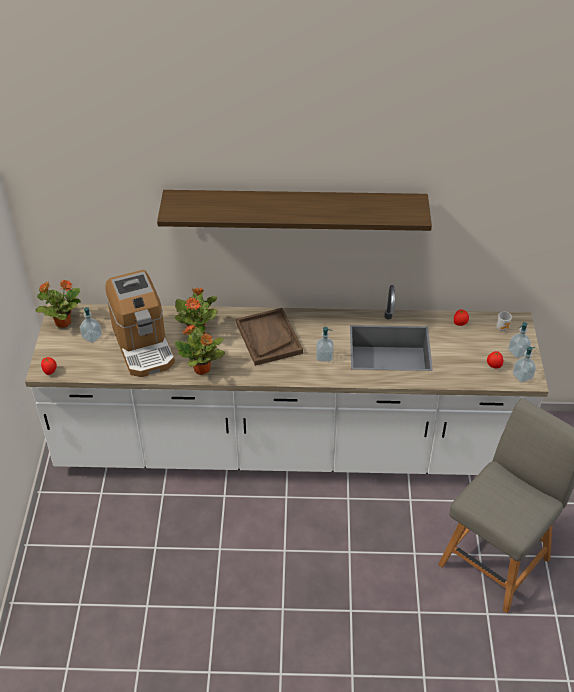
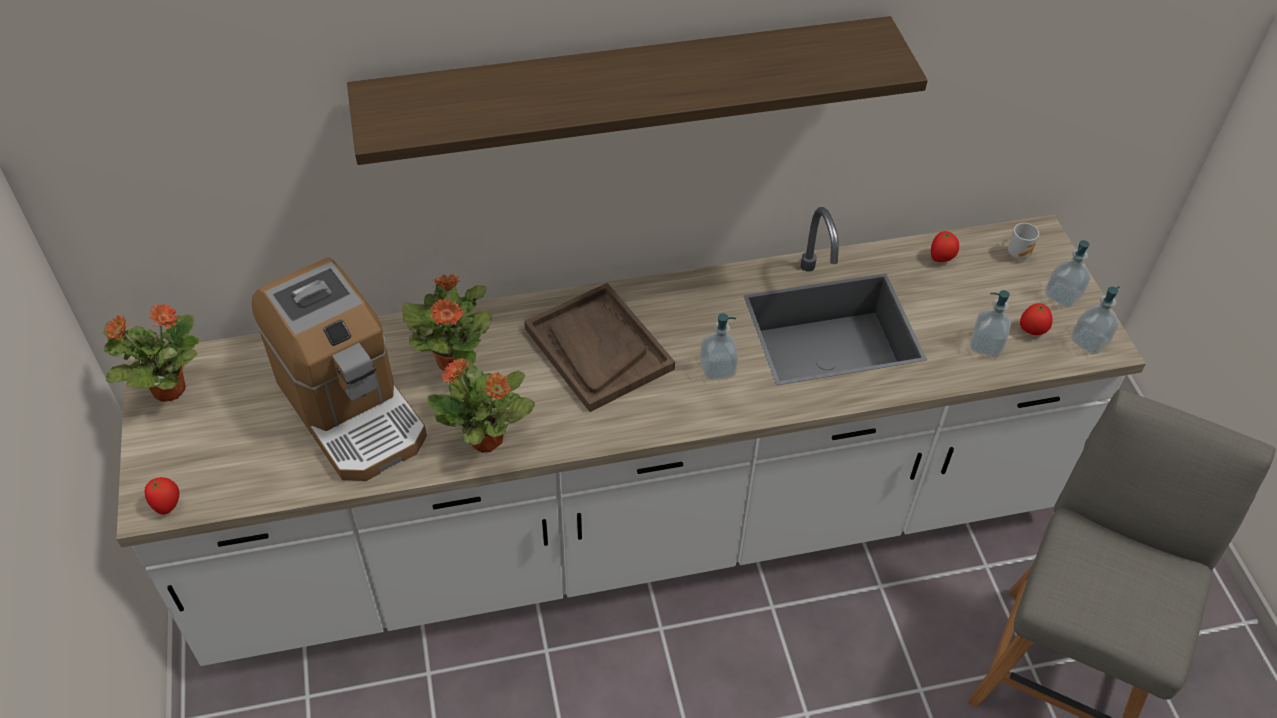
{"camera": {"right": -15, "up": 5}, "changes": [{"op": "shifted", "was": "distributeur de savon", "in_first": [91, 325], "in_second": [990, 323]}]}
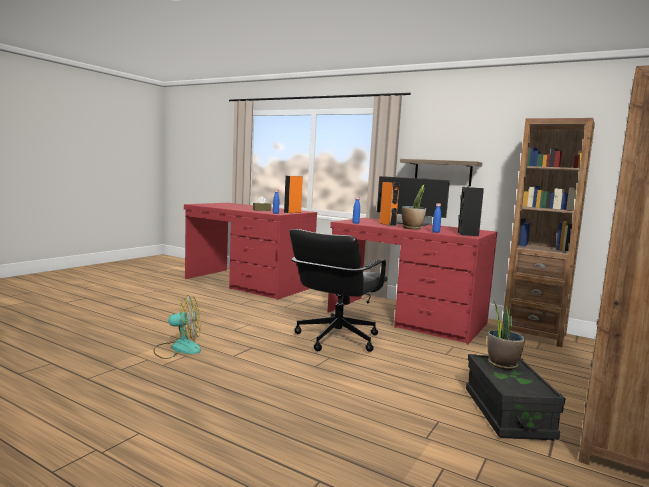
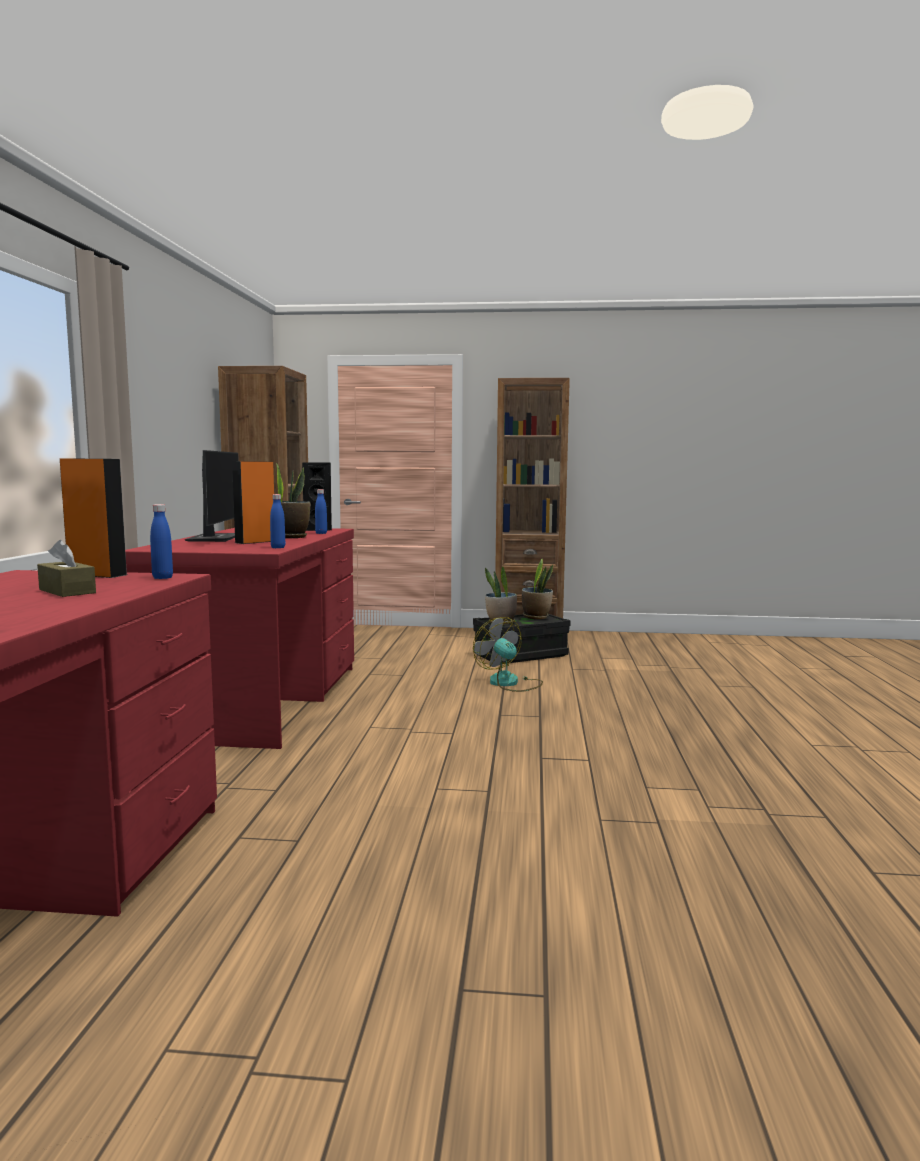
{"camera": {"right": -115, "up": 0}, "changes": [{"op": "gone", "was": "chaise de bureau (noir)", "in_first": [338, 290]}, {"op": "gone", "was": "étagère", "in_first": [441, 173]}, {"op": "new", "now": "plante en pot", "in_second": [537, 589]}, {"op": "shifted", "was": "ventilateur", "in_first": [177, 327], "in_second": [508, 654]}]}
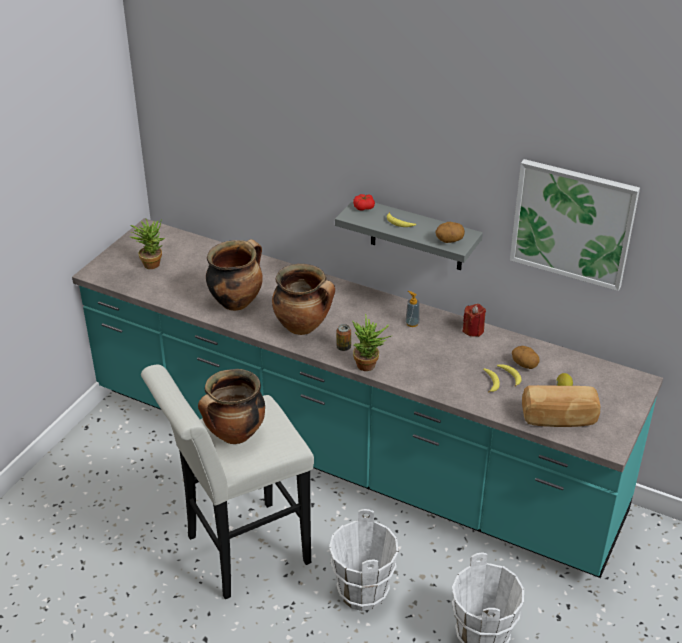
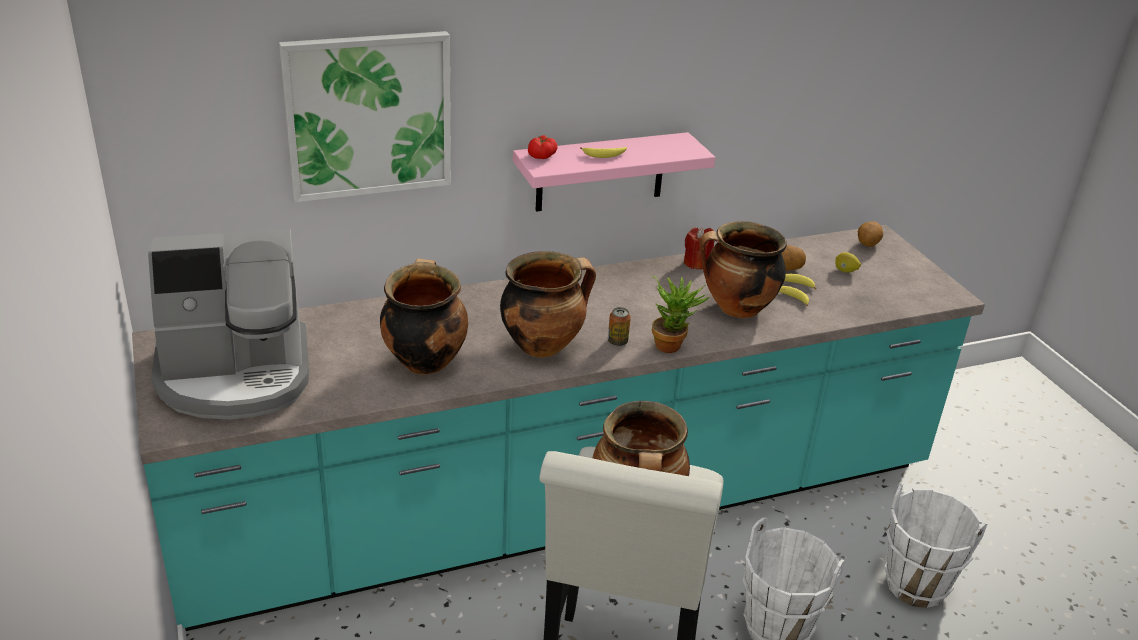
{"camera": {"right": -50, "up": -5}, "changes": [{"op": "gone", "was": "distributeur de savon", "in_first": [412, 309]}, {"op": "gone", "was": "pain", "in_first": [561, 406]}, {"op": "new", "now": "marmite", "in_second": [743, 269]}, {"op": "shifted", "was": "pomme de terre", "in_first": [450, 232], "in_second": [870, 234]}, {"op": "shifted", "was": "tableau", "in_first": [575, 225], "in_second": [365, 116]}, {"op": "swapped", "was": "plante en pot", "now": "machine à café", "in_first": [147, 244], "in_second": [228, 324]}, {"op": "repainted", "was": "étagère (gris)", "now": "étagère (rose)", "in_first": [409, 235], "in_second": [614, 172]}]}
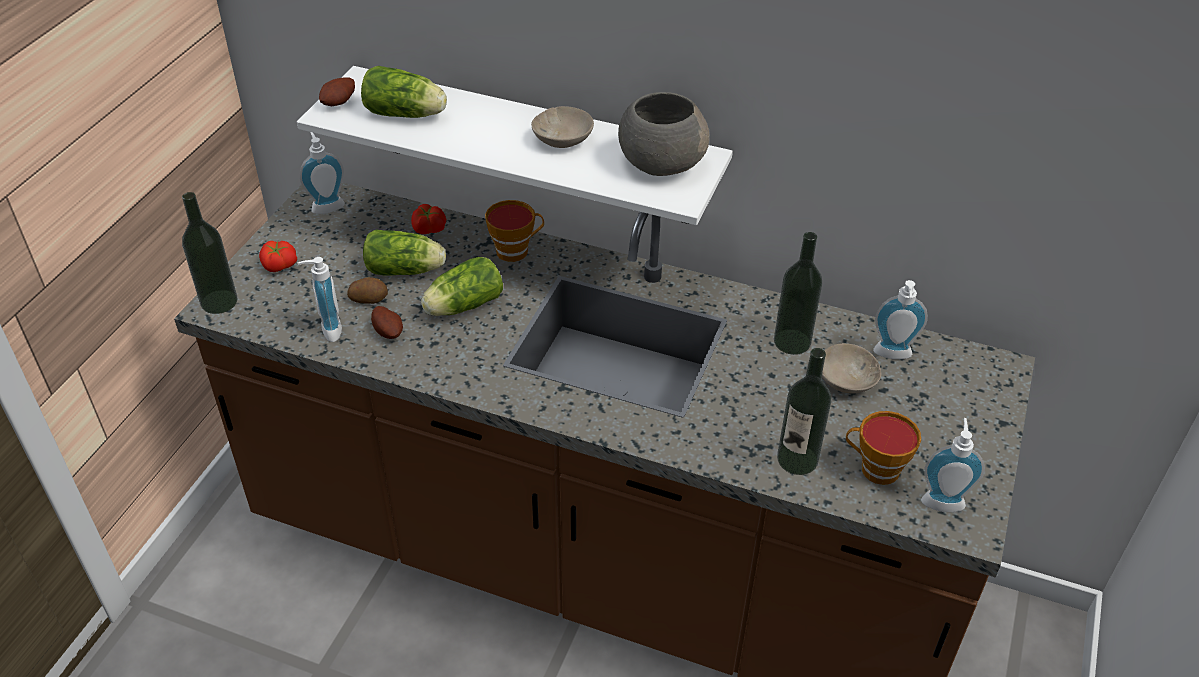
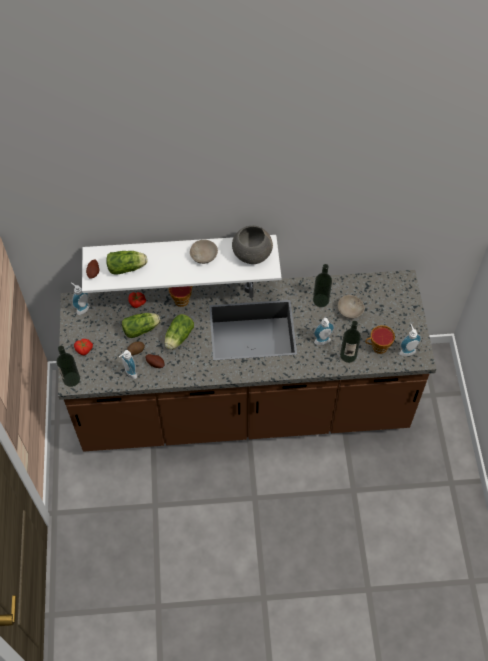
{"camera": {"right": -25, "up": 15}, "changes": [{"op": "shifted", "was": "distributeur de savon", "in_first": [900, 319], "in_second": [324, 331]}]}
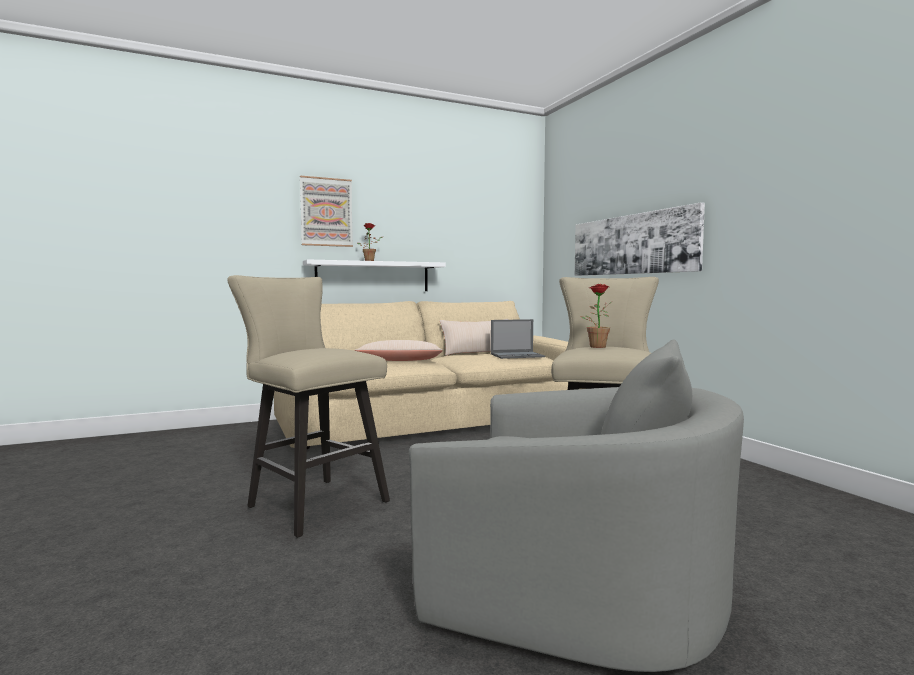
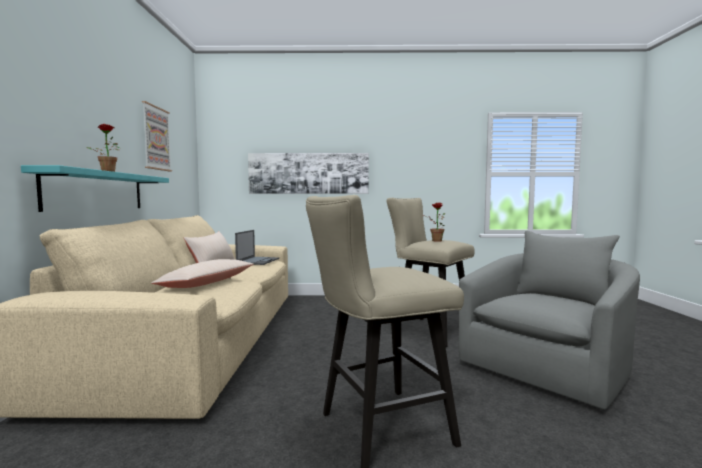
{"camera": {"right": -65, "up": 0}, "changes": [{"op": "shifted", "was": "tableau", "in_first": [326, 211], "in_second": [157, 136]}, {"op": "repainted", "was": "étagère (blanc)", "now": "étagère (turquoise)", "in_first": [374, 275], "in_second": [95, 188]}]}
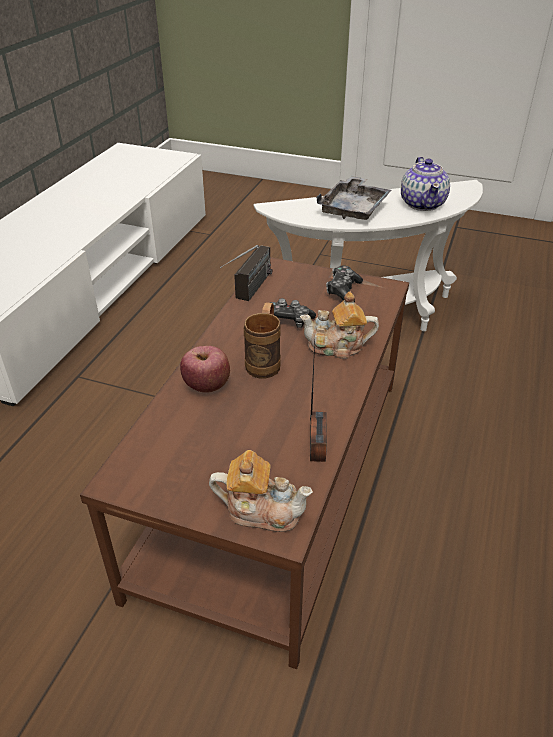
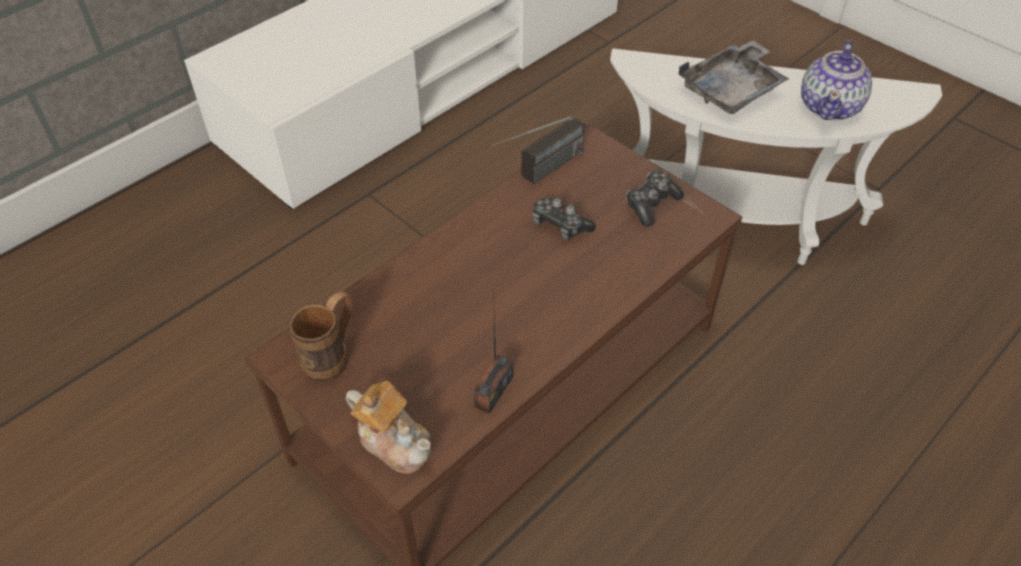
{"camera": {"right": 25, "up": 10}, "changes": [{"op": "gone", "was": "pomme", "in_first": [205, 369]}, {"op": "gone", "was": "théière", "in_first": [339, 325]}, {"op": "shifted", "was": "mug (marron)", "in_first": [262, 340], "in_second": [321, 336]}]}
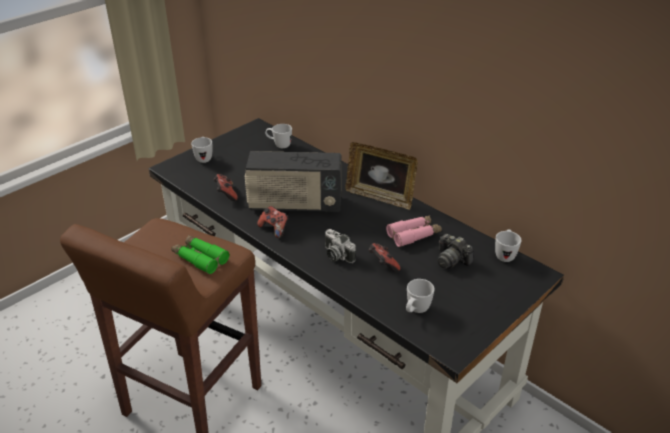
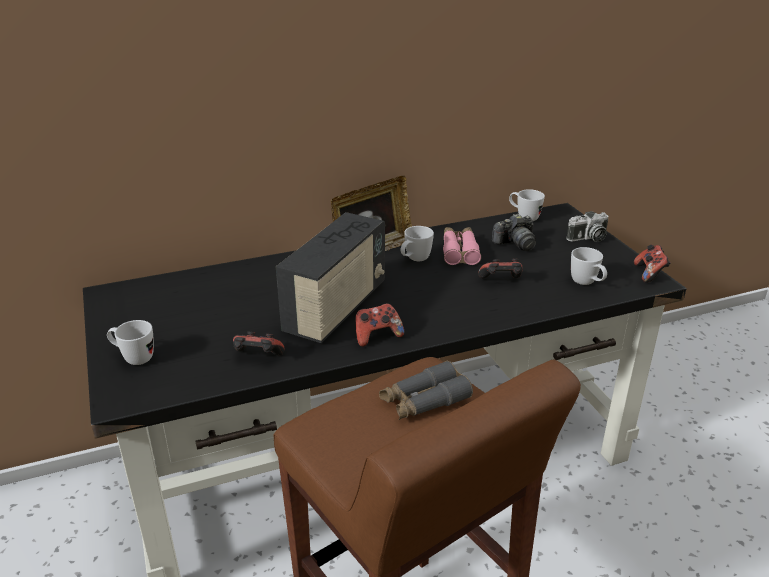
{"camera": {"right": -65, "up": -5}, "changes": [{"op": "new", "now": "manette", "in_second": [652, 263]}, {"op": "shifted", "was": "mug (blanc)", "in_first": [278, 136], "in_second": [417, 243]}, {"op": "shifted", "was": "appareil photo", "in_first": [340, 246], "in_second": [587, 226]}, {"op": "repainted", "was": "jumelles (vert)", "now": "jumelles (gris)", "in_first": [200, 254], "in_second": [426, 390]}]}
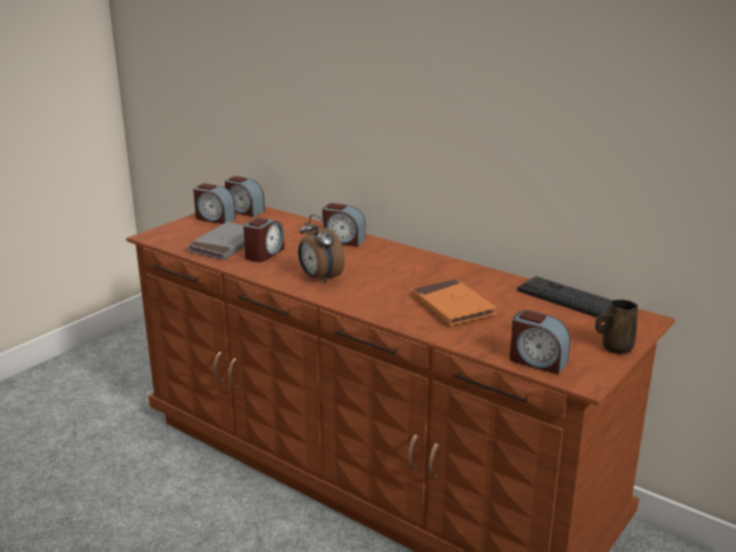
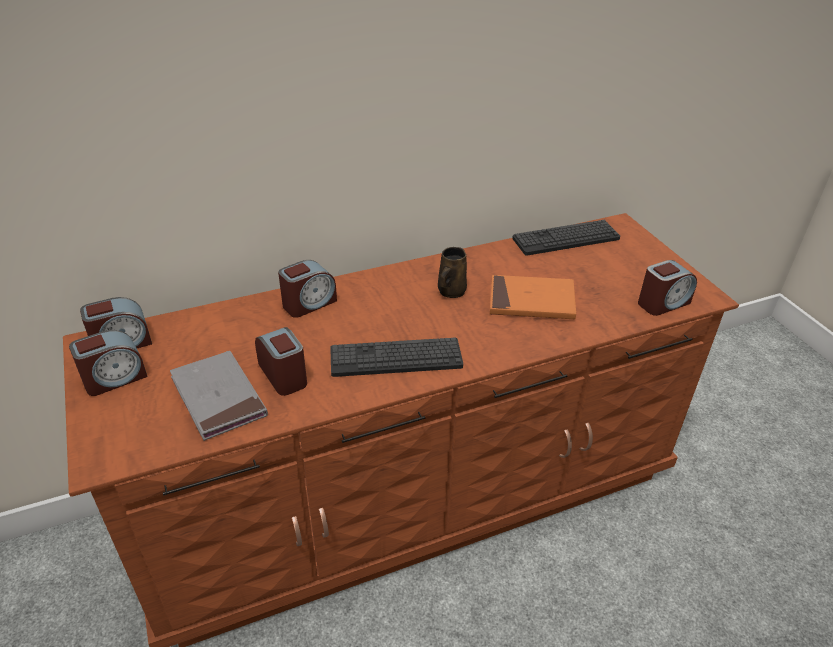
{"camera": {"right": -60, "up": 15}, "changes": [{"op": "shifted", "was": "mug (marron)", "in_first": [616, 327], "in_second": [452, 272]}, {"op": "swapped", "was": "réveil", "now": "clavier", "in_first": [321, 249], "in_second": [396, 357]}]}
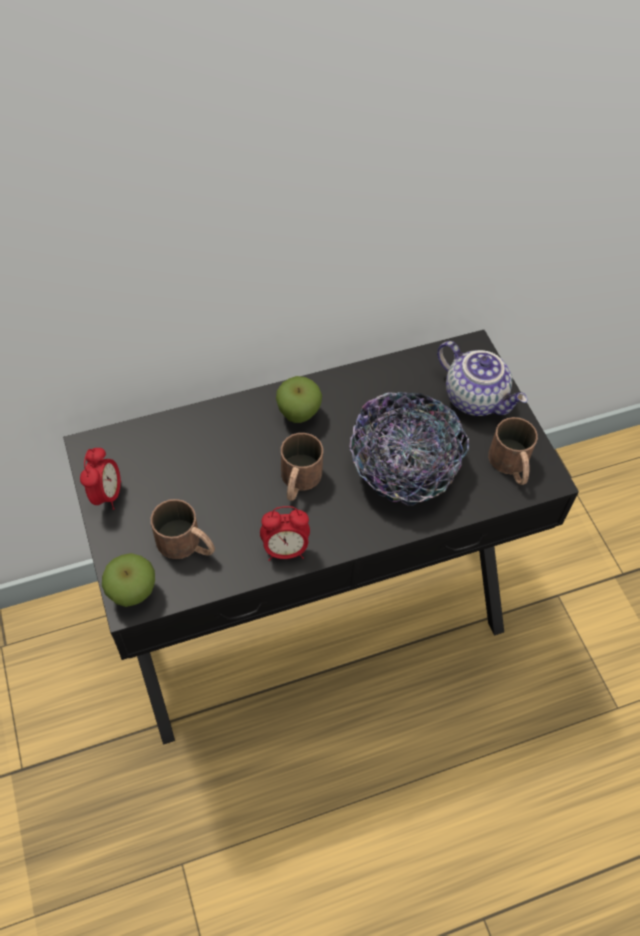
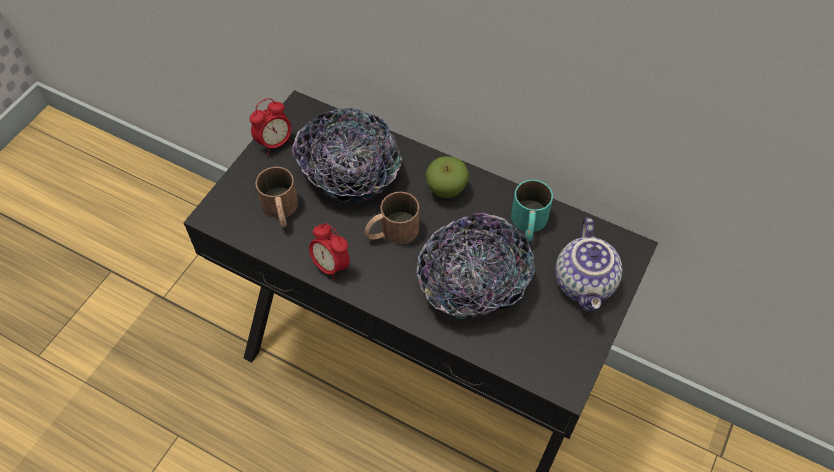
{"camera": {"right": 50, "up": 0}, "changes": [{"op": "gone", "was": "pomme", "in_first": [128, 580]}, {"op": "gone", "was": "mug (marron)", "in_first": [513, 451]}, {"op": "new", "now": "bol", "in_second": [347, 155]}, {"op": "new", "now": "mug (turquoise)", "in_second": [532, 211]}]}
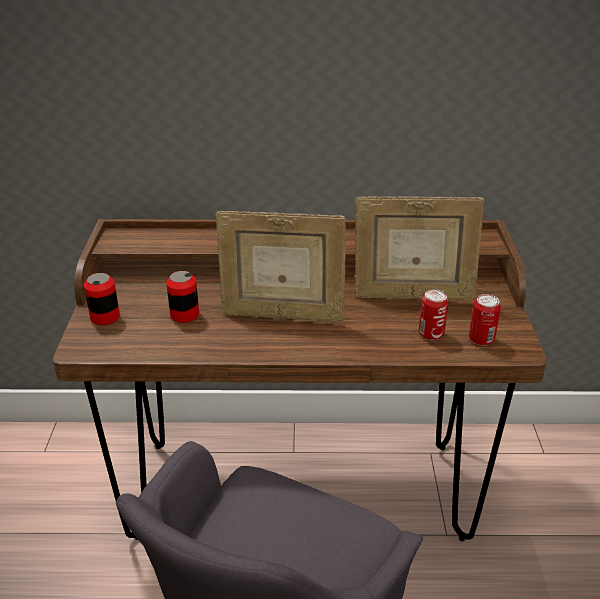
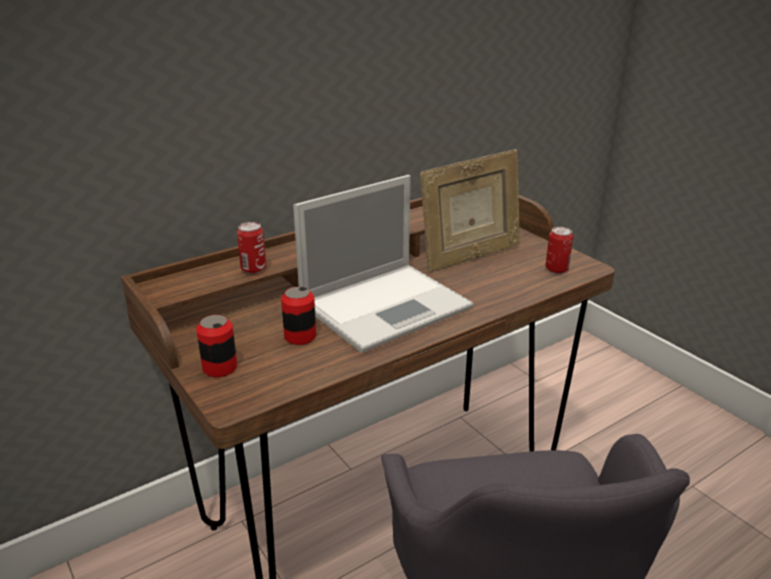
{"camera": {"right": -35, "up": -5}, "changes": [{"op": "shifted", "was": "boîte métallique", "in_first": [434, 314], "in_second": [251, 248]}, {"op": "swapped", "was": "cadre photo", "now": "ordinateur portable", "in_first": [281, 266], "in_second": [383, 264]}]}
